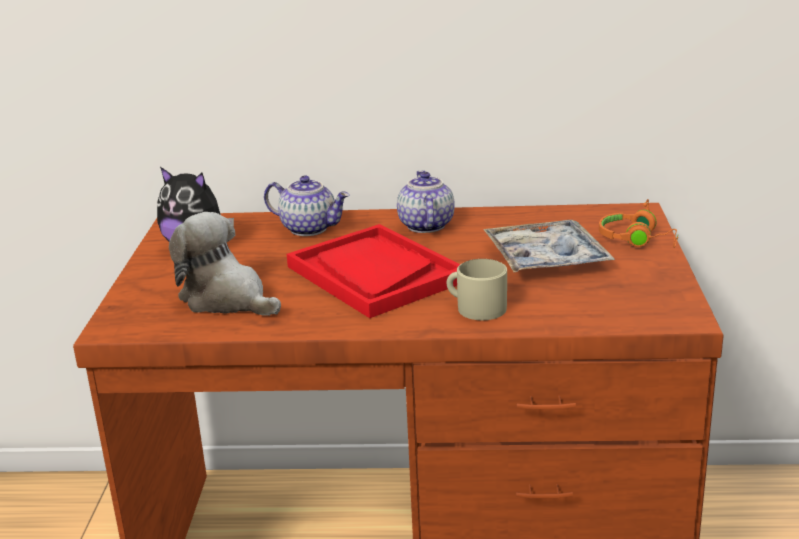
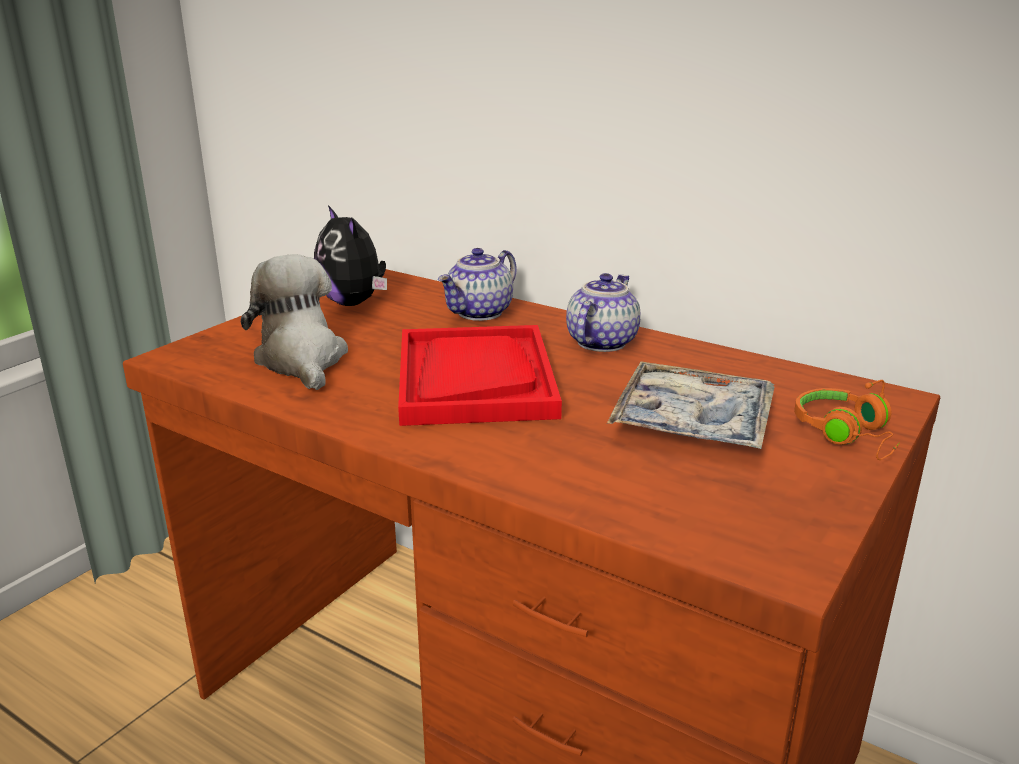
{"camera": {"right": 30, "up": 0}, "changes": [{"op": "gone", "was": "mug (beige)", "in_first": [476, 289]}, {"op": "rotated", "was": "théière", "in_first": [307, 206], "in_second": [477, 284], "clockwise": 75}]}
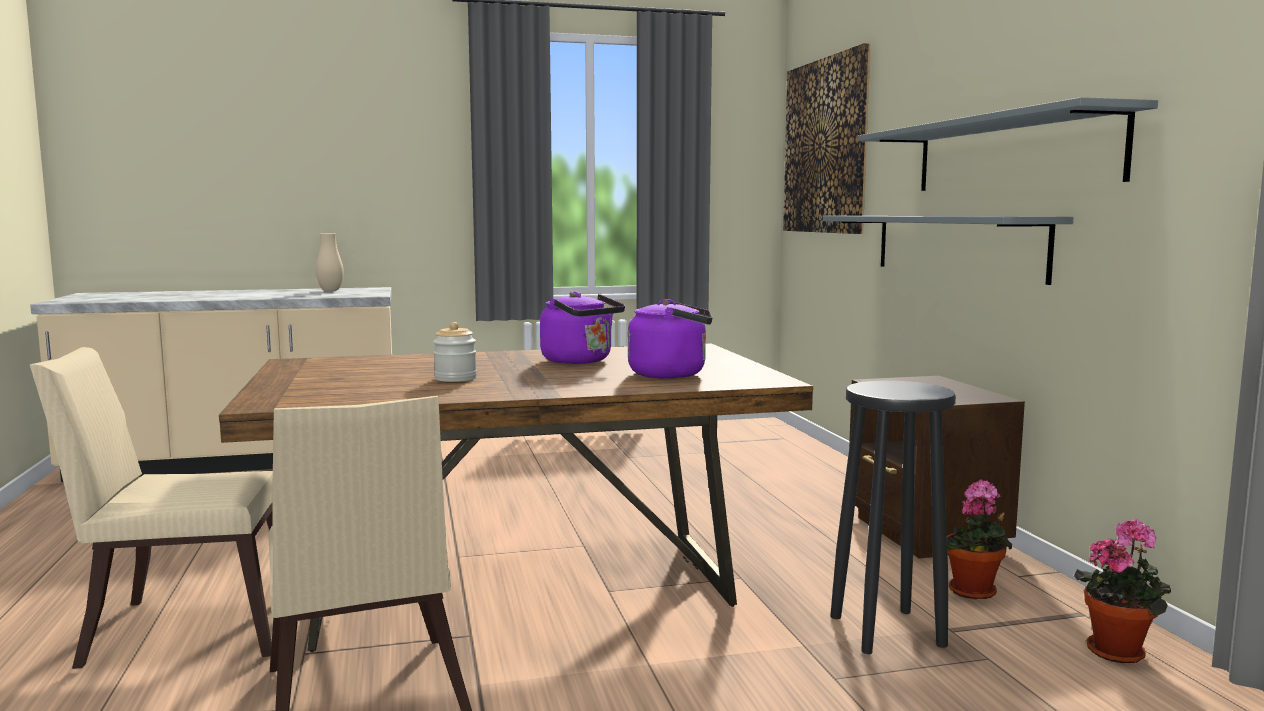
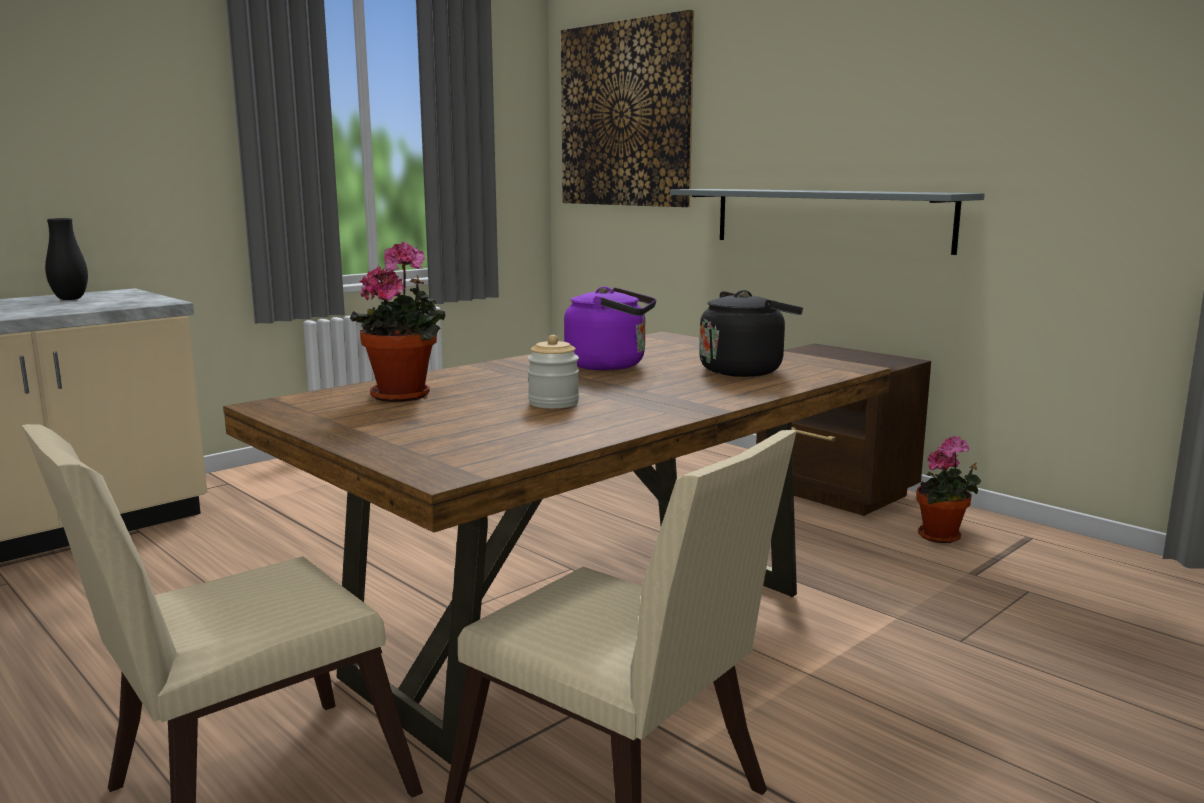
{"camera": {"right": -30, "up": 5}, "changes": [{"op": "gone", "was": "tabouret (noir)", "in_first": [893, 517]}, {"op": "gone", "was": "étagère (gris)", "in_first": [1008, 144]}, {"op": "shifted", "was": "plante en pot", "in_first": [1122, 591], "in_second": [397, 322]}, {"op": "repainted", "was": "vase (beige)", "now": "vase (noir)", "in_first": [330, 262], "in_second": [66, 259]}, {"op": "repainted", "was": "bouilloire (violet)", "now": "bouilloire (noir)", "in_first": [670, 339], "in_second": [751, 333]}]}
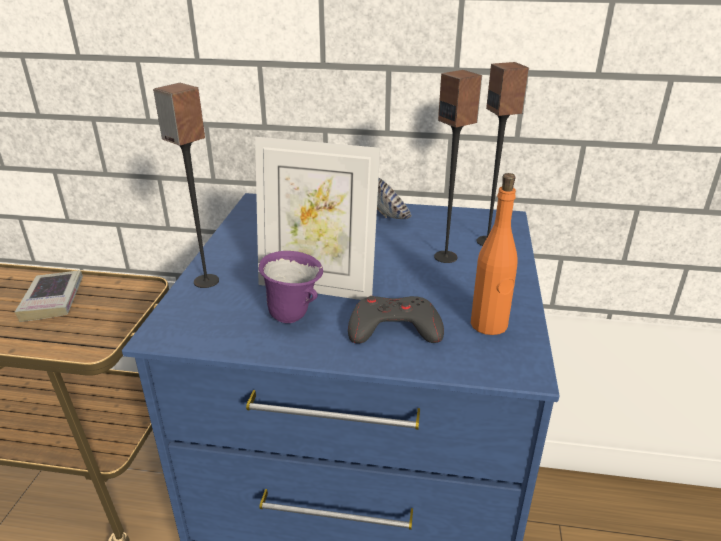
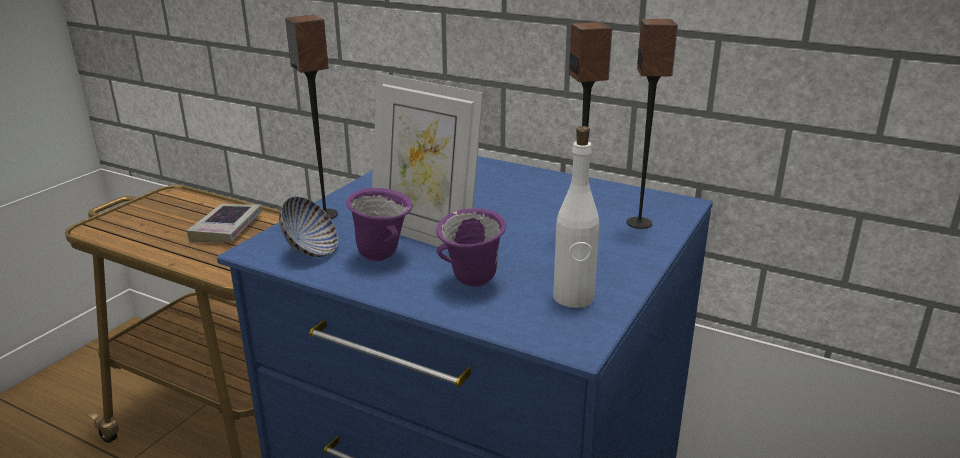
{"camera": {"right": 20, "up": -5}, "changes": [{"op": "shifted", "was": "bol", "in_first": [394, 198], "in_second": [308, 226]}, {"op": "swapped", "was": "manette (gris)", "now": "mug (violet)", "in_first": [396, 320], "in_second": [471, 247]}, {"op": "repainted", "was": "bouteille (orange)", "now": "bouteille (blanc)", "in_first": [494, 254], "in_second": [576, 217]}]}
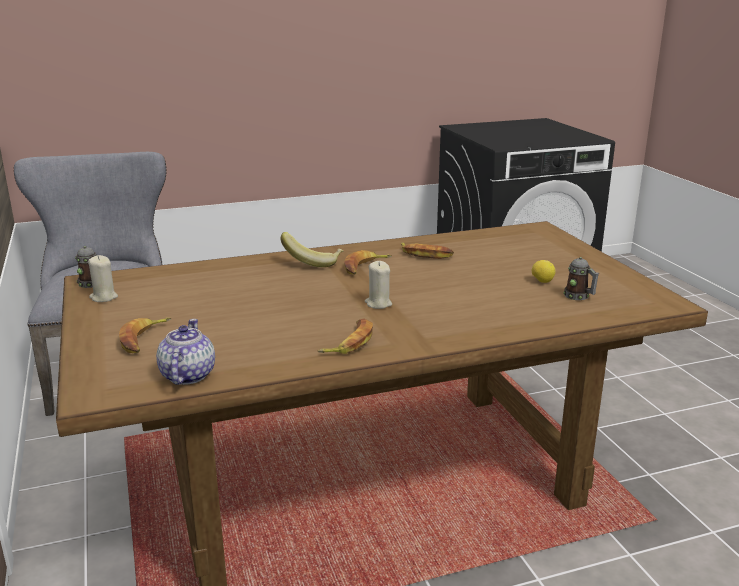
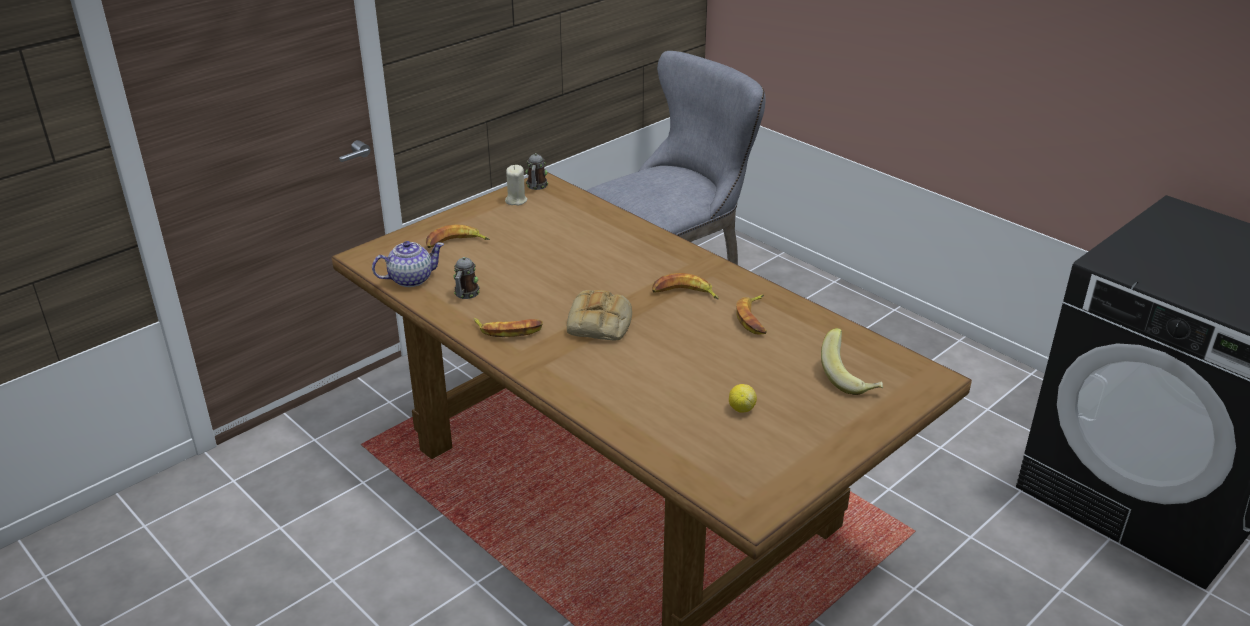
{"camera": {"right": 65, "up": 10}, "changes": [{"op": "shifted", "was": "banane", "in_first": [312, 249], "in_second": [852, 361]}, {"op": "shifted", "was": "mug", "in_first": [581, 278], "in_second": [466, 278]}, {"op": "swapped", "was": "bougie (beige)", "now": "pain", "in_first": [378, 285], "in_second": [599, 315]}]}
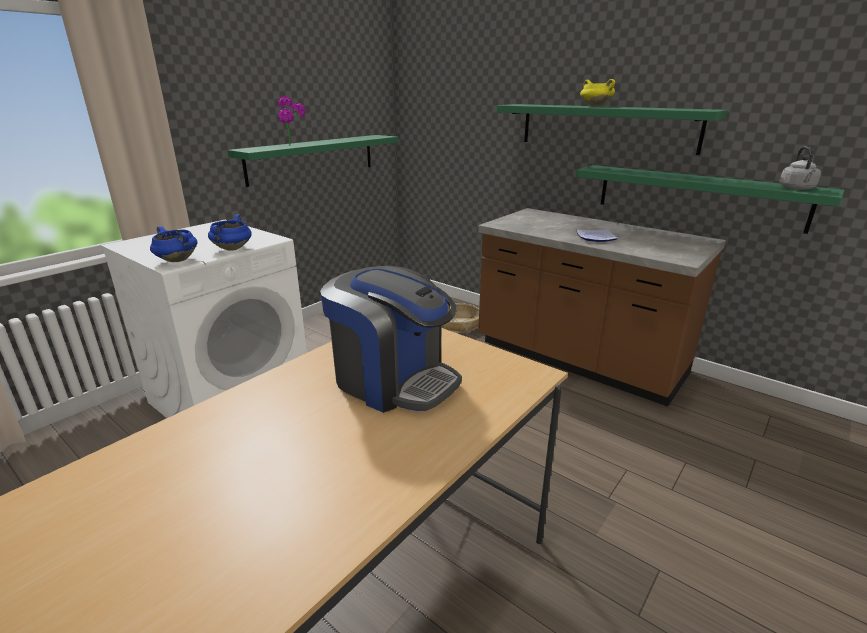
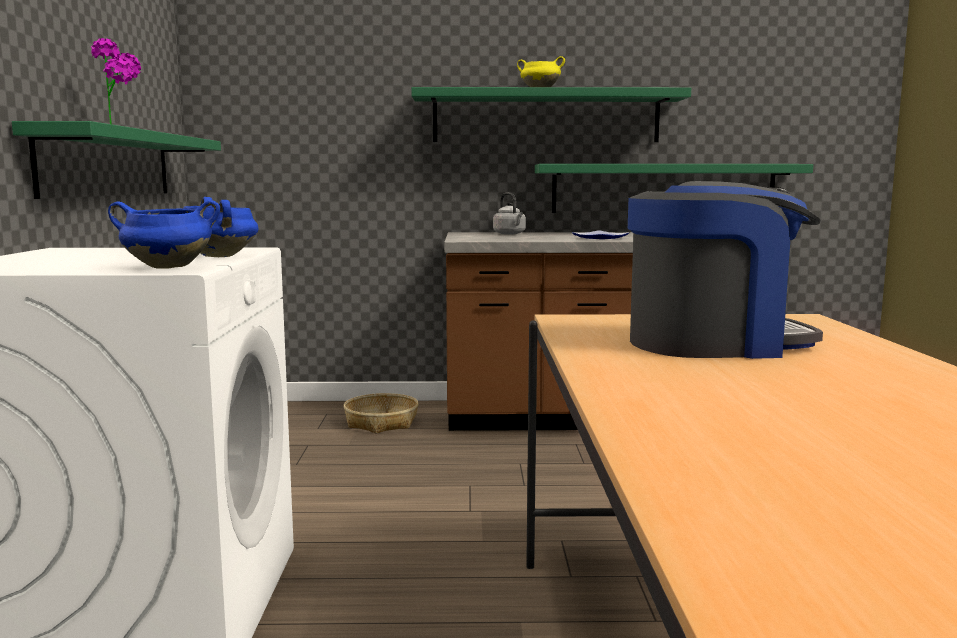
{"camera": {"right": -40, "up": -15}, "changes": [{"op": "shifted", "was": "bouilloire (gris)", "in_first": [800, 168], "in_second": [509, 213]}]}
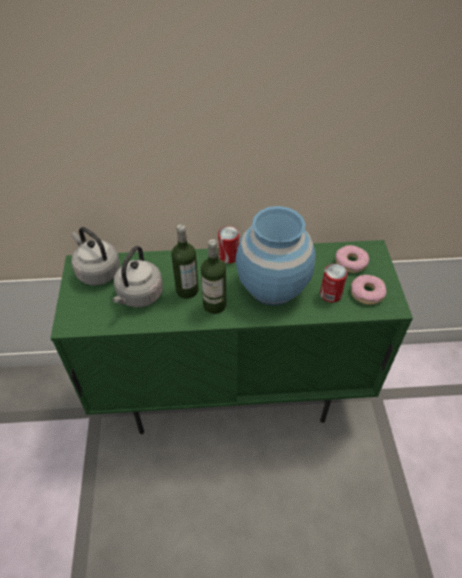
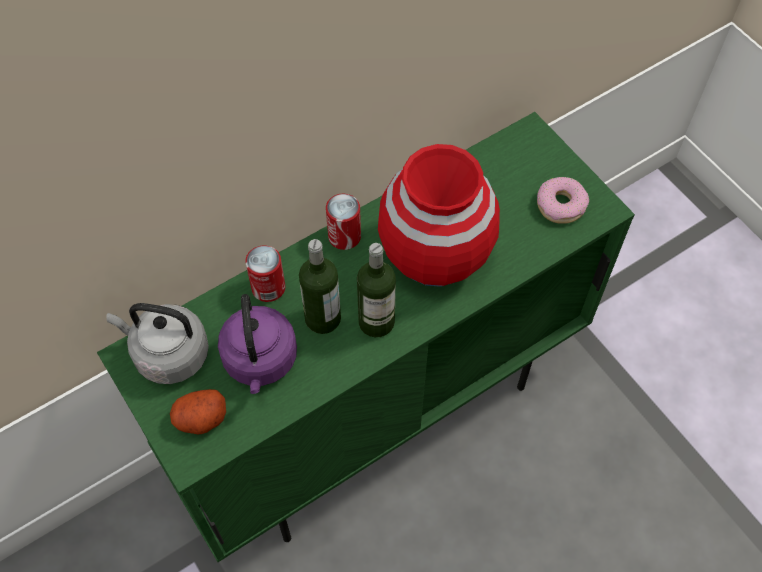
{"camera": {"right": -30, "up": 10}, "changes": [{"op": "gone", "was": "beignet", "in_first": [352, 259]}, {"op": "new", "now": "pomme de terre", "in_second": [198, 411]}, {"op": "shifted", "was": "boîte métallique", "in_first": [334, 283], "in_second": [265, 273]}, {"op": "repainted", "was": "bouilloire (gris)", "now": "bouilloire (violet)", "in_first": [137, 277], "in_second": [257, 344]}, {"op": "repainted", "was": "vase (bleu)", "now": "vase (rouge)", "in_first": [276, 255], "in_second": [439, 215]}]}
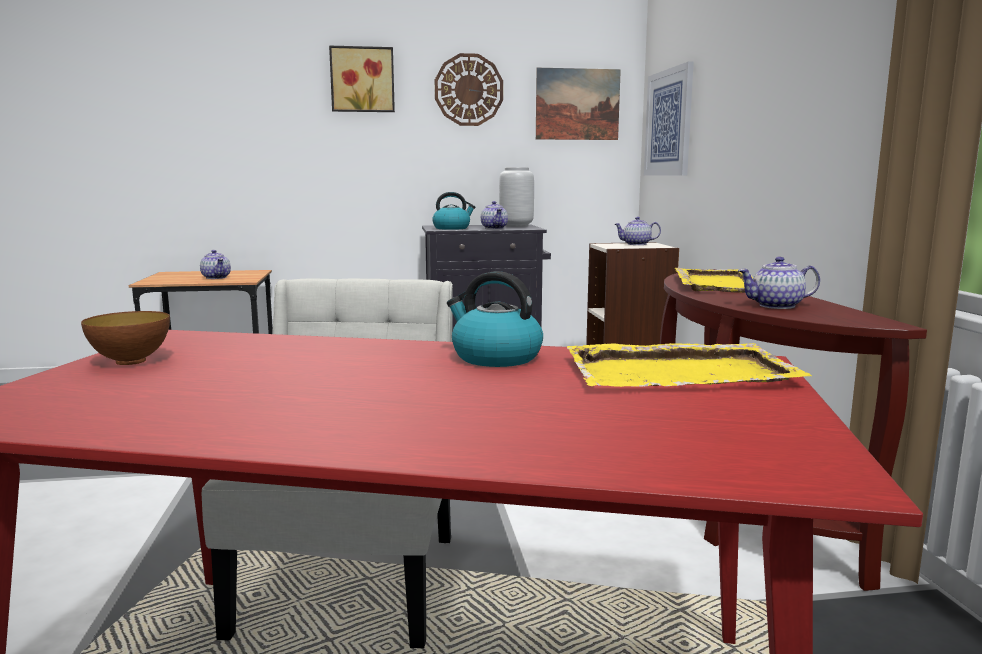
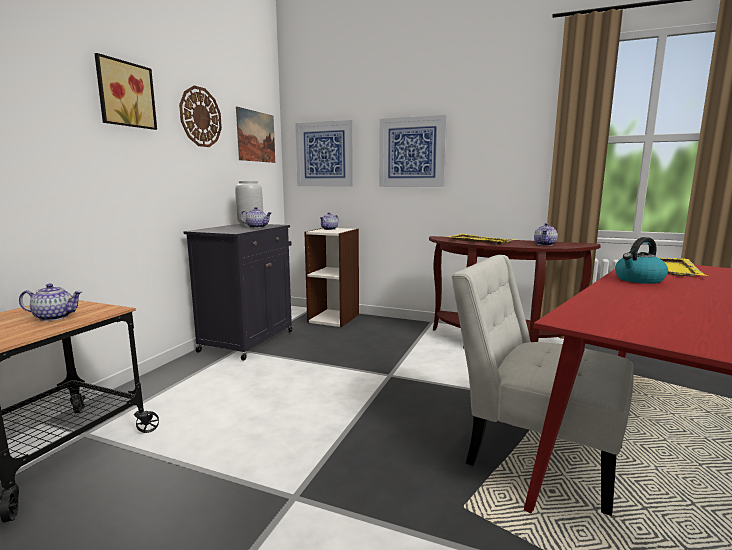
{"camera": {"right": -60, "up": 0}, "changes": [{"op": "gone", "was": "bol", "in_first": [125, 338]}, {"op": "gone", "was": "bouilloire", "in_first": [453, 211]}, {"op": "new", "now": "tableau", "in_second": [413, 151]}]}
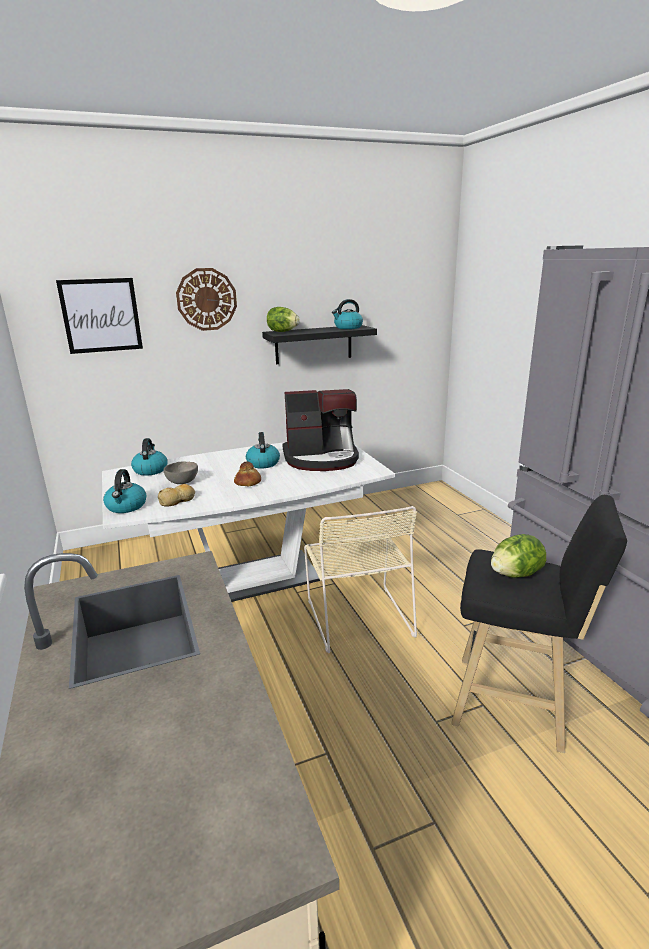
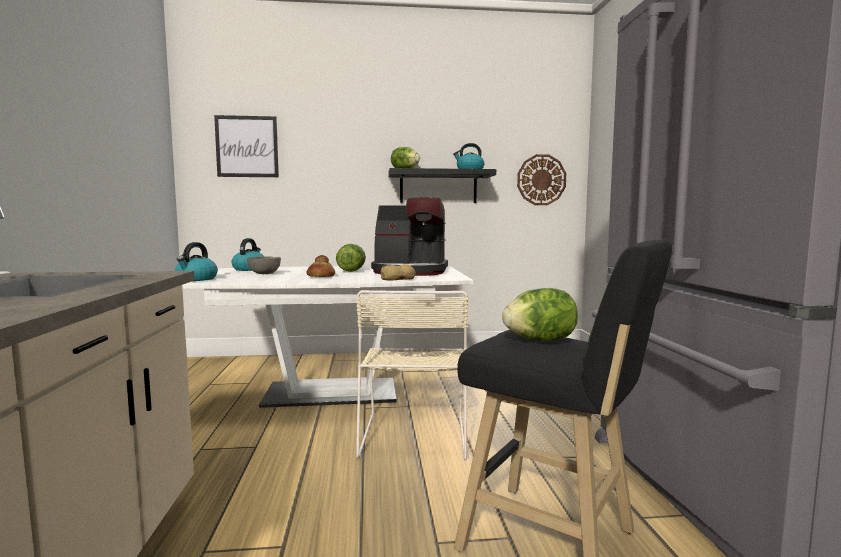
{"camera": {"right": 15, "up": -15}, "changes": [{"op": "shifted", "was": "pain", "in_first": [176, 495], "in_second": [398, 272]}, {"op": "shifted", "was": "horloge murale", "in_first": [206, 299], "in_second": [541, 179]}, {"op": "swapped", "was": "bouilloire", "now": "laitue", "in_first": [263, 450], "in_second": [351, 258]}]}
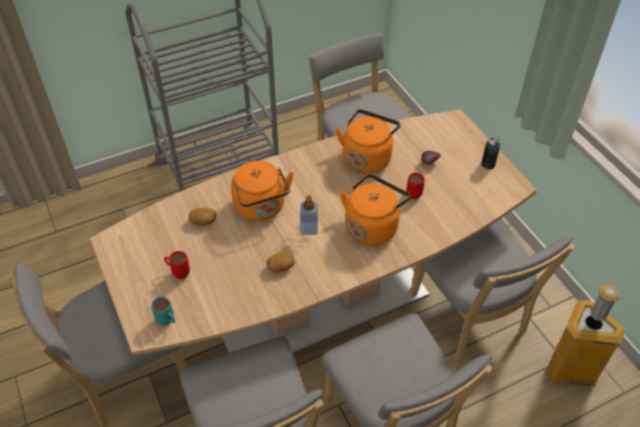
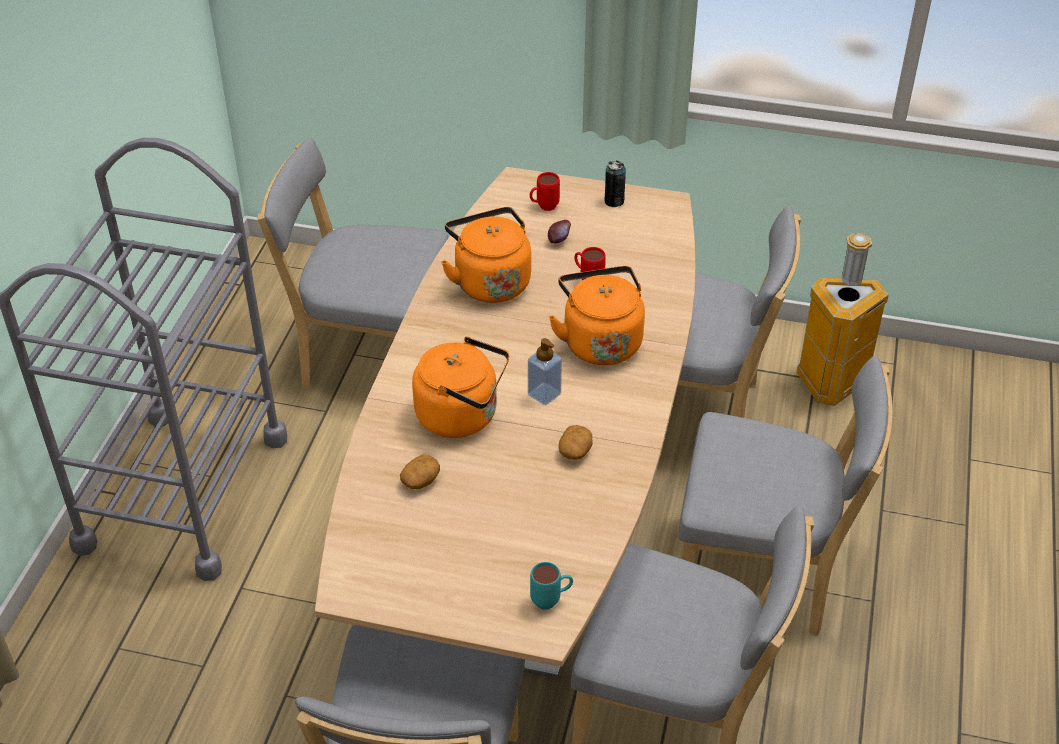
{"camera": {"right": -50, "up": -5}, "changes": [{"op": "shifted", "was": "mug (rouge)", "in_first": [177, 265], "in_second": [545, 191]}]}
